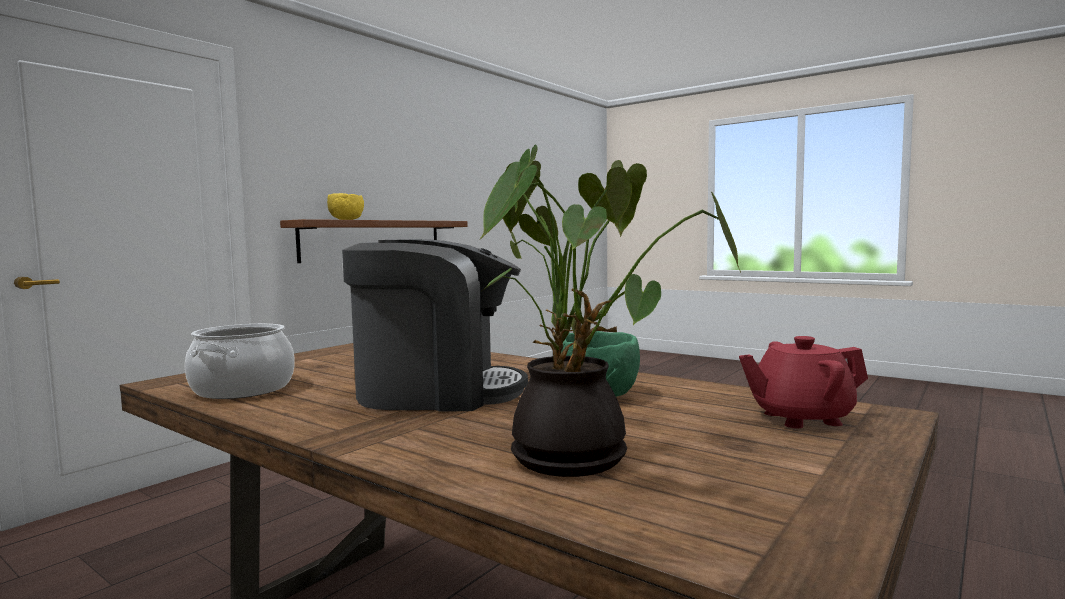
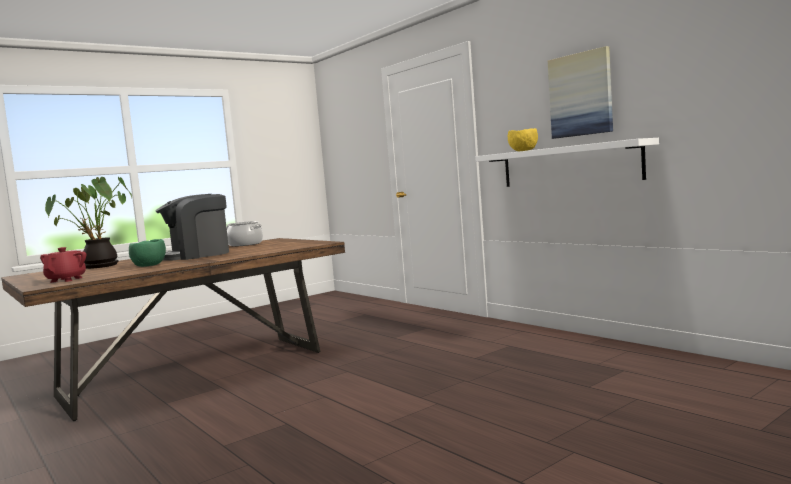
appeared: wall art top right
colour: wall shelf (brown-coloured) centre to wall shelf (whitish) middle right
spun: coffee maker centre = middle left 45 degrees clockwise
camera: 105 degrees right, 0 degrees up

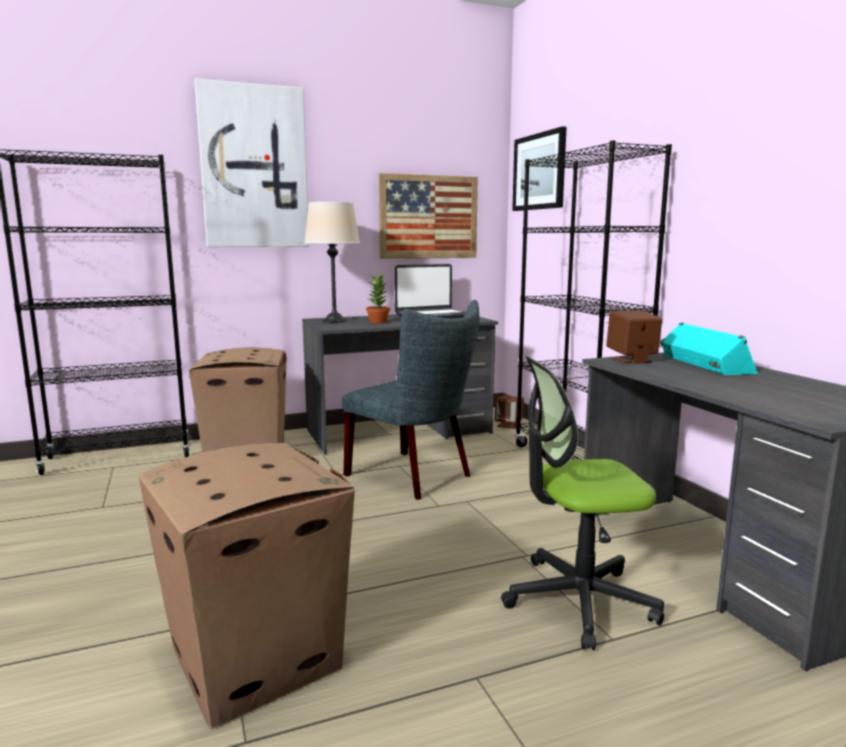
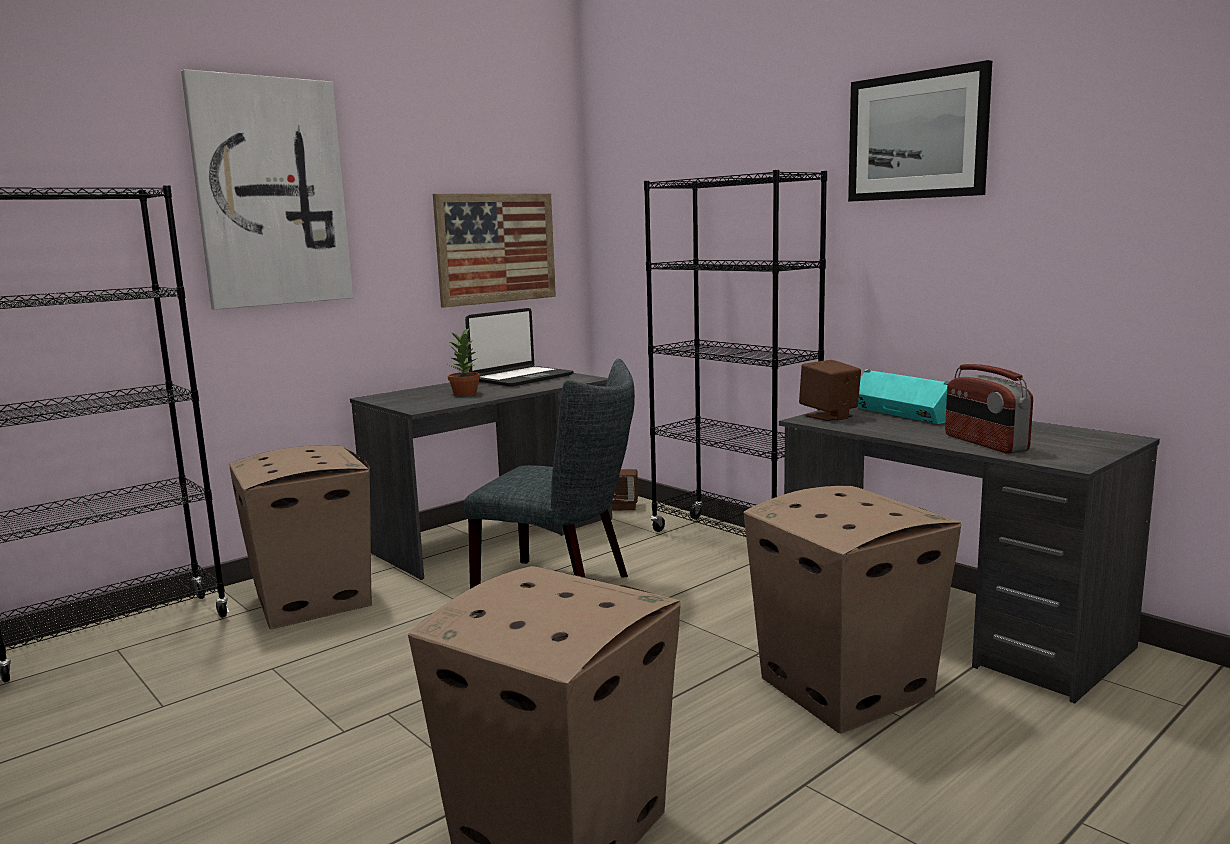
missing: table lamp (sand-coloured) centre
appeared: radio middle right
relocated: wall art (no. 3 from left) top centre to top right
exchanged: computer chair bottom right to packing box (no. 3 from left) bottom right
camera: 20 degrees left, 0 degrees up

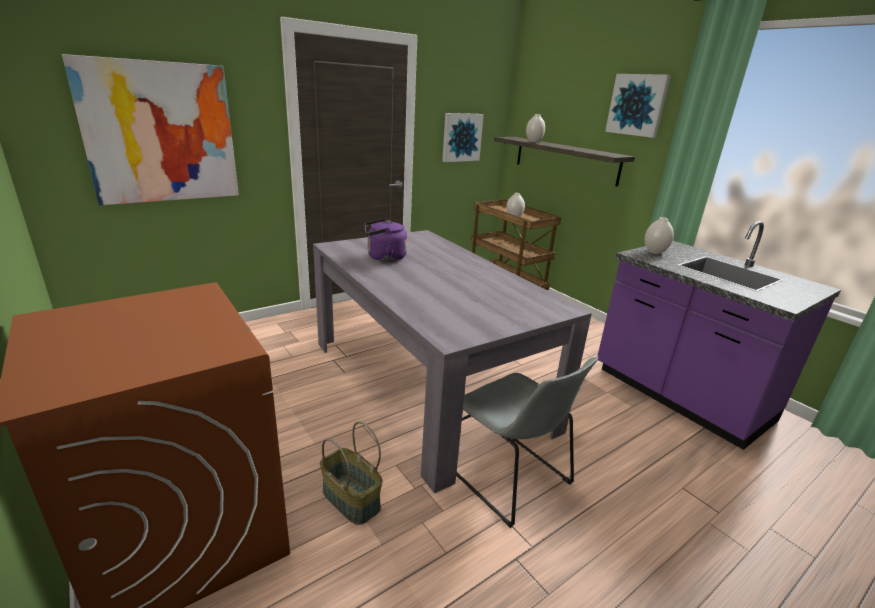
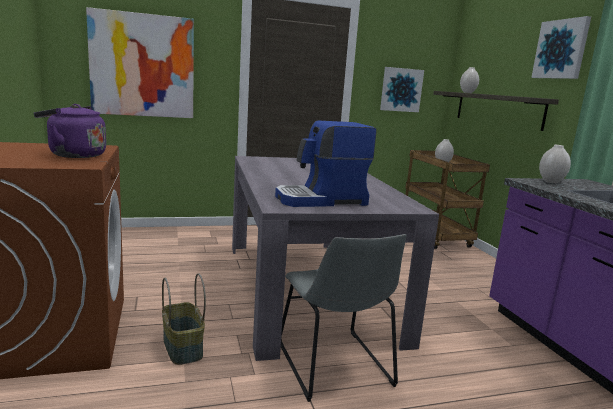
appeared: coffee maker centre
relocated: tea kettle (purple-coloured) centre to top left
camera: 20 degrees right, 10 degrees down

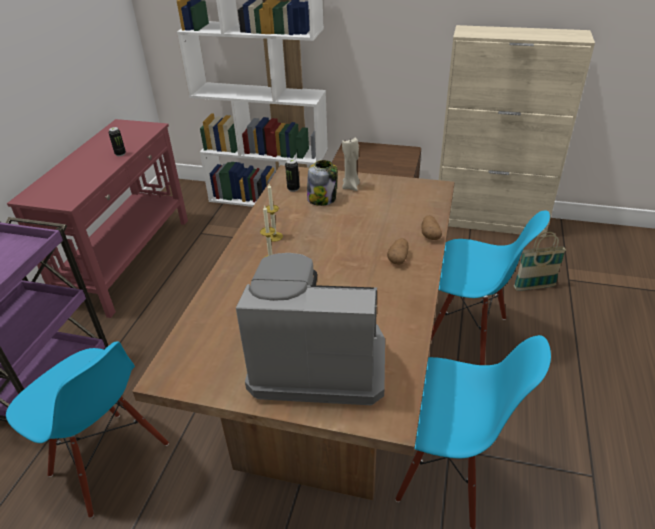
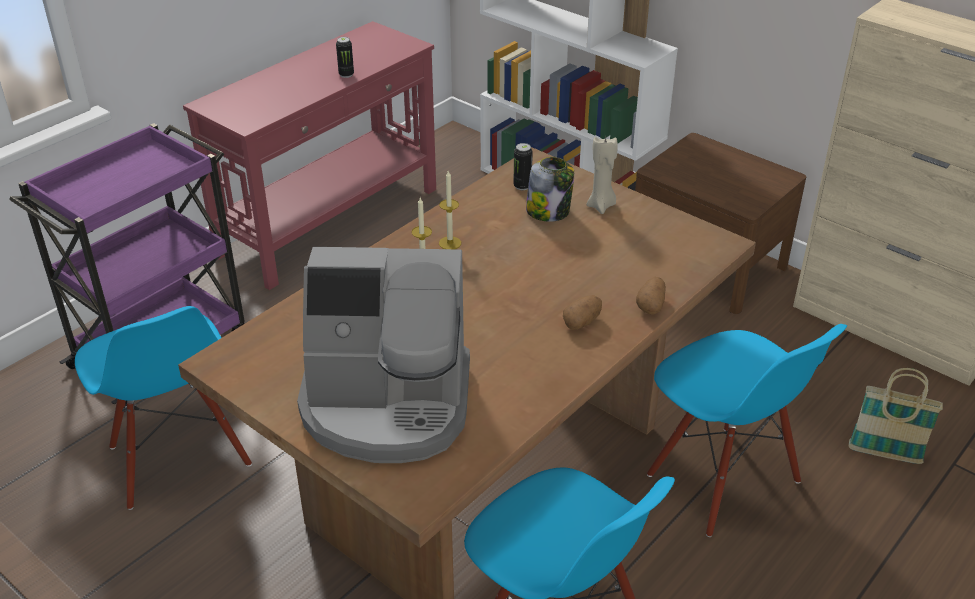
spun: coffee maker centre = centre 150 degrees clockwise
camera: 25 degrees right, 0 degrees up

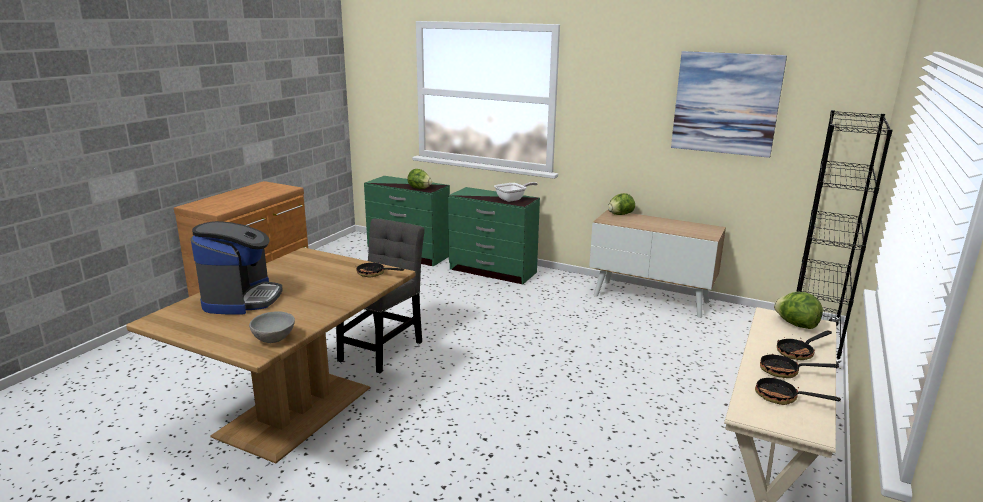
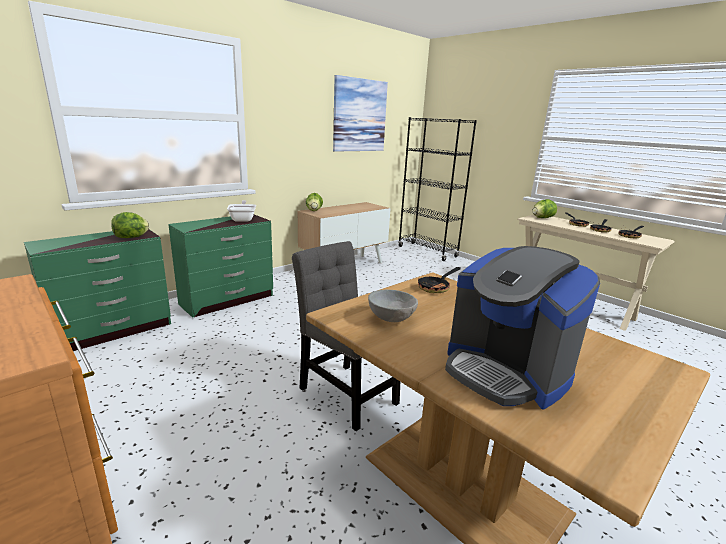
relocated: serving bowl (grey) middle left to centre
spun: coffee maker middle left = middle right 150 degrees counterclockwise
camera: 70 degrees left, 0 degrees up

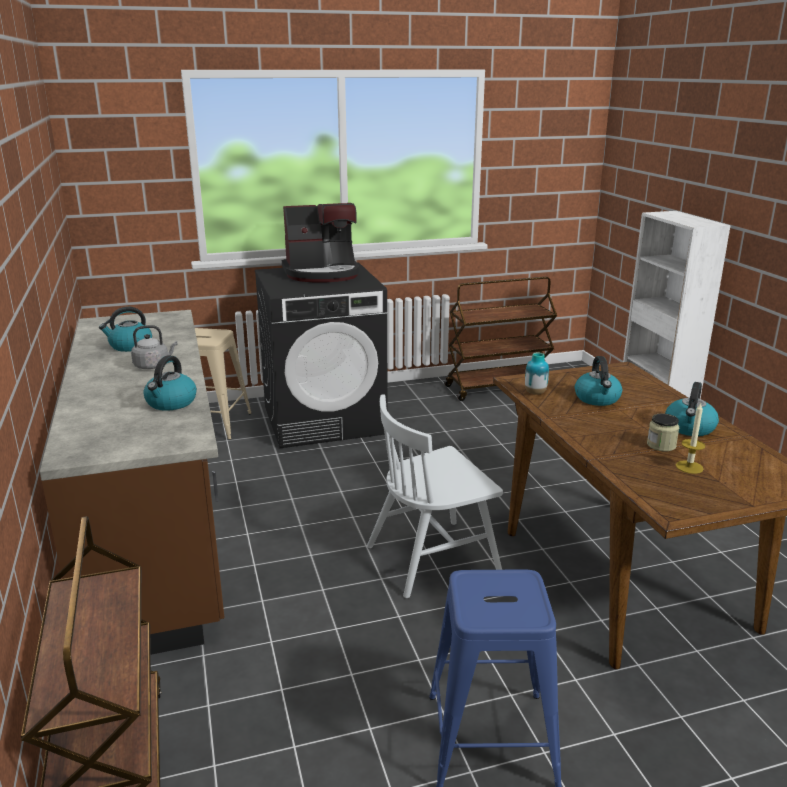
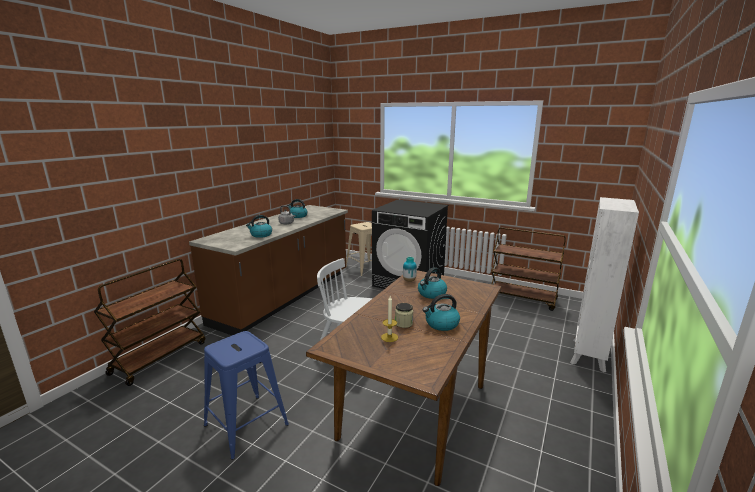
missing: coffee maker top centre
camera: 45 degrees right, 5 degrees down

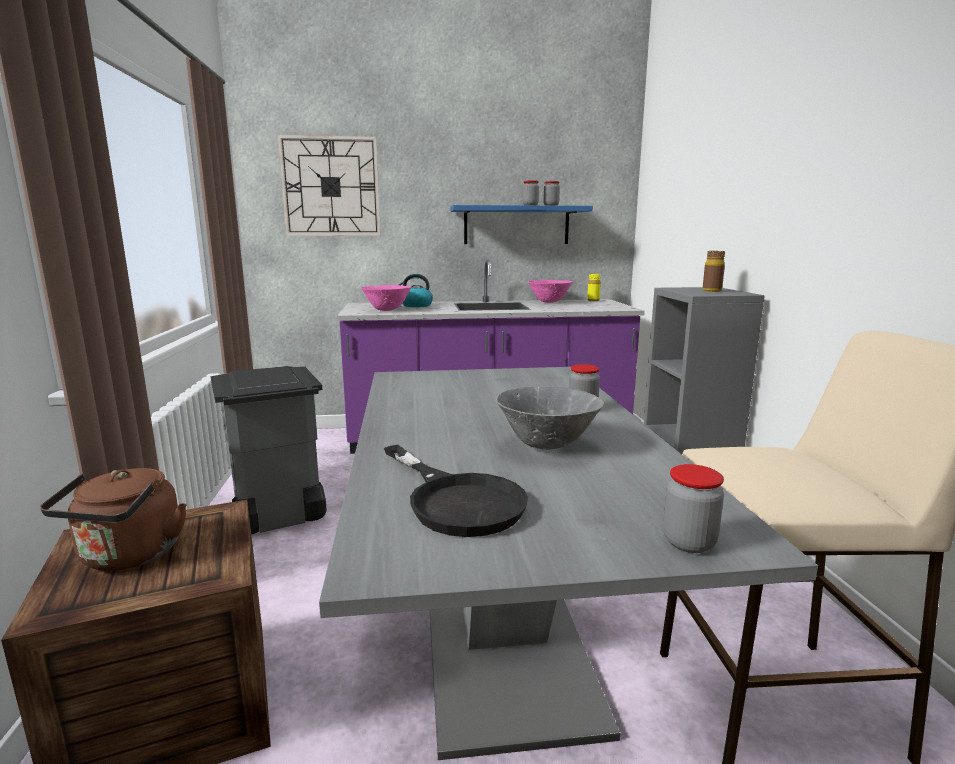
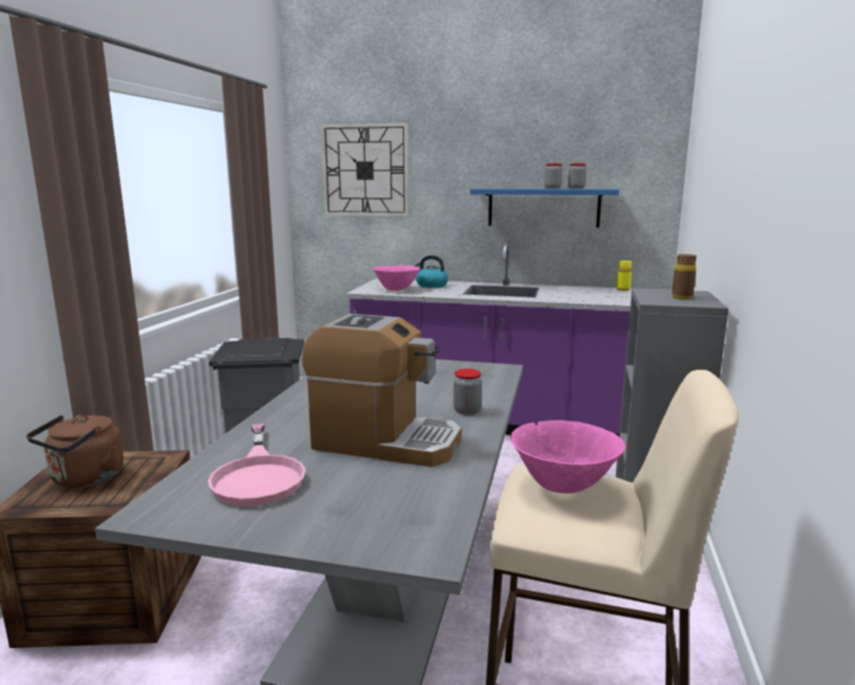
missing: storage jar (no. 4 from left) middle right
relocated: serving bowl (pink-coloured) (no. 2 from left) centre to bottom centre
exchanged: serving bowl (grey) centre to coffee maker centre
colour: pan (black-coloured) centre to pan (pink-coloured) bottom left
camera: 20 degrees right, 0 degrees up

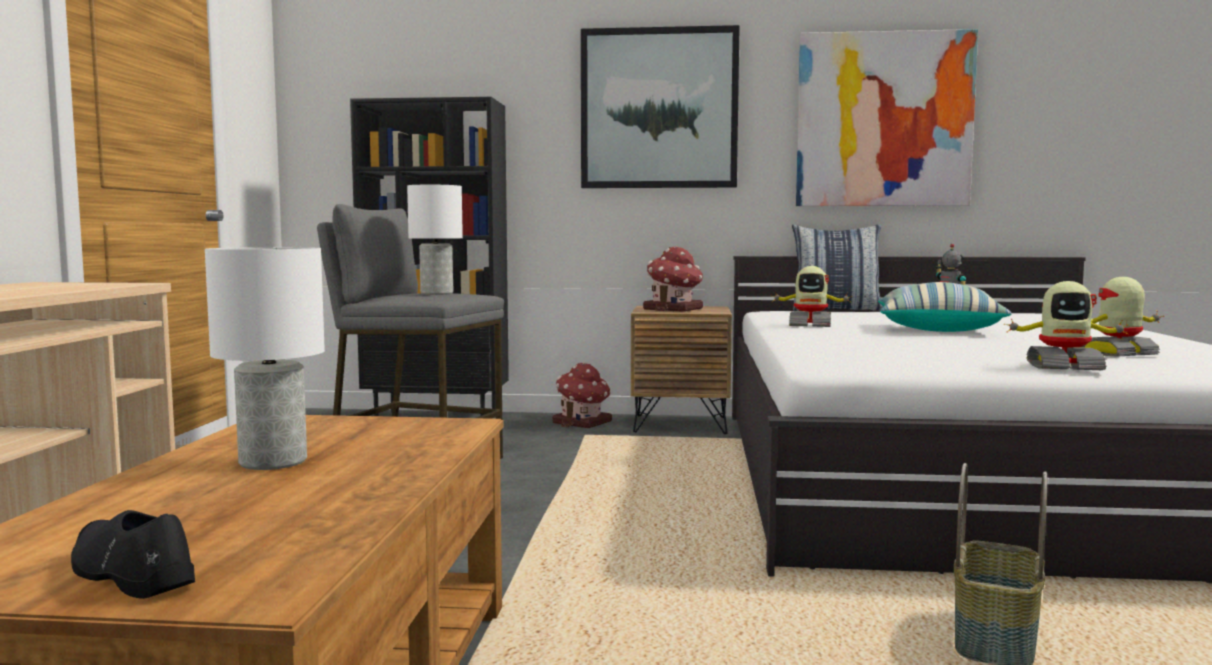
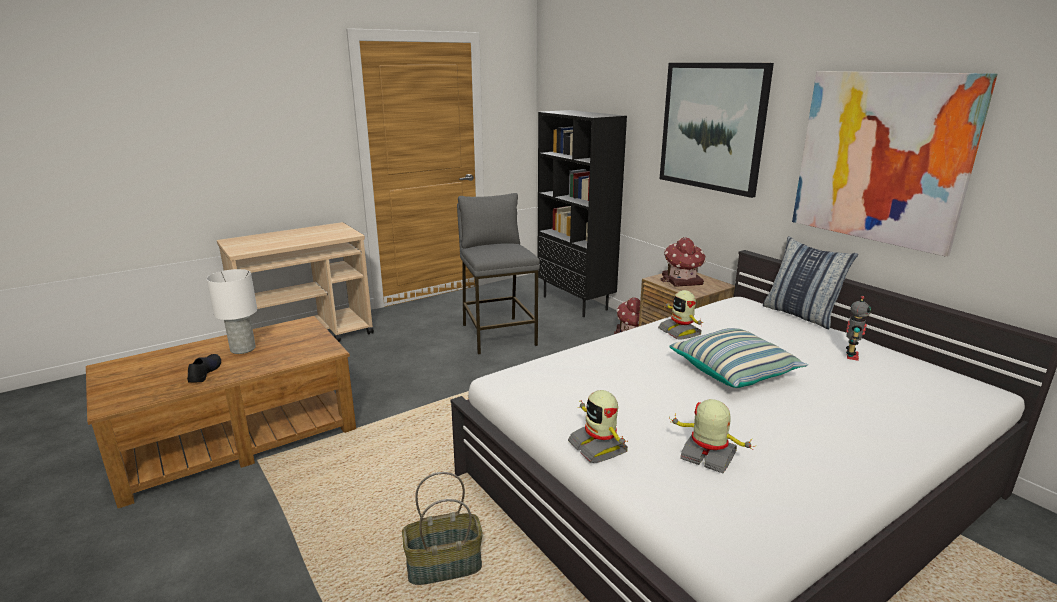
missing: table lamp (whitish) (no. 2 from left) centre
relocated: shoe (black-coloured) bottom left to middle left
camera: 50 degrees right, 15 degrees up

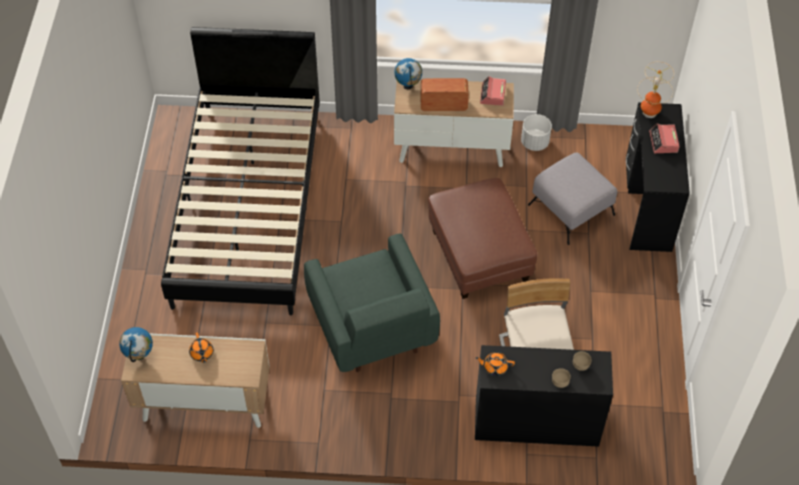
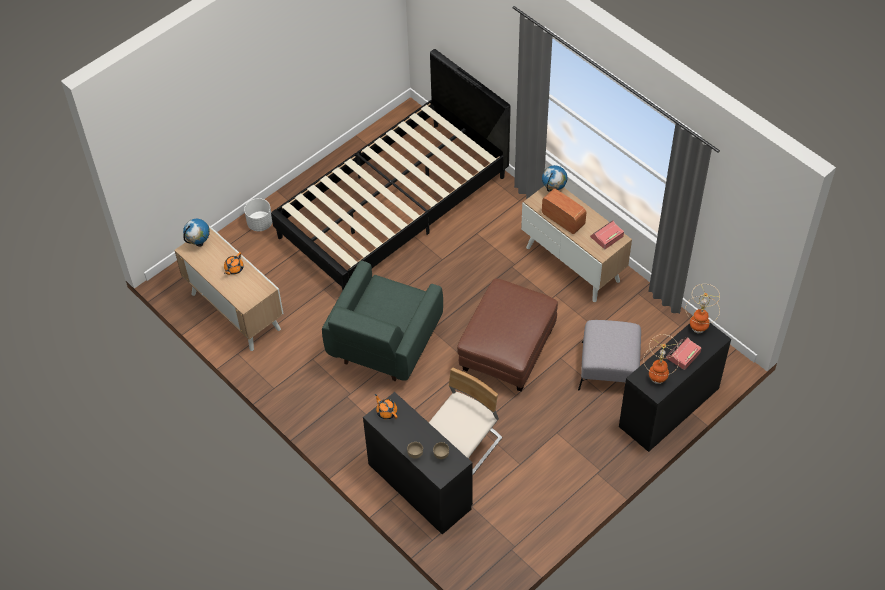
appeared: table lamp (no. 1 from left) middle right
relocated: plant pot (whitish) top right to middle left
camera: 45 degrees right, 0 degrees up

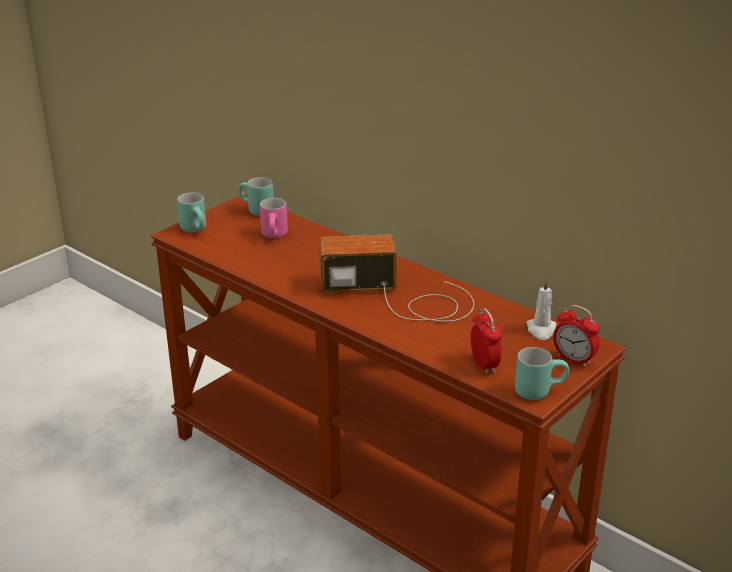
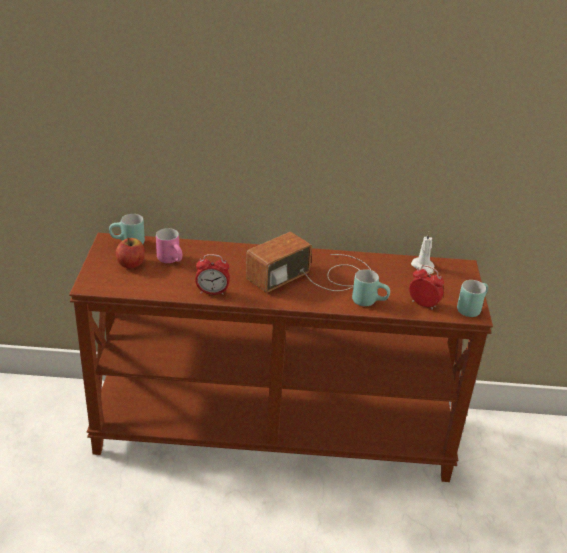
appeared: apple fruit middle left
relocated: tea mug (turquoise-coloured) (no. 1 from left in the first image) middle left to tea mug (turquoise-coloured) (no. 2 from left) centre; table clock (no. 2 from left in the first image) middle right to table clock (no. 1 from left) centre
camera: 40 degrees left, 5 degrees up

